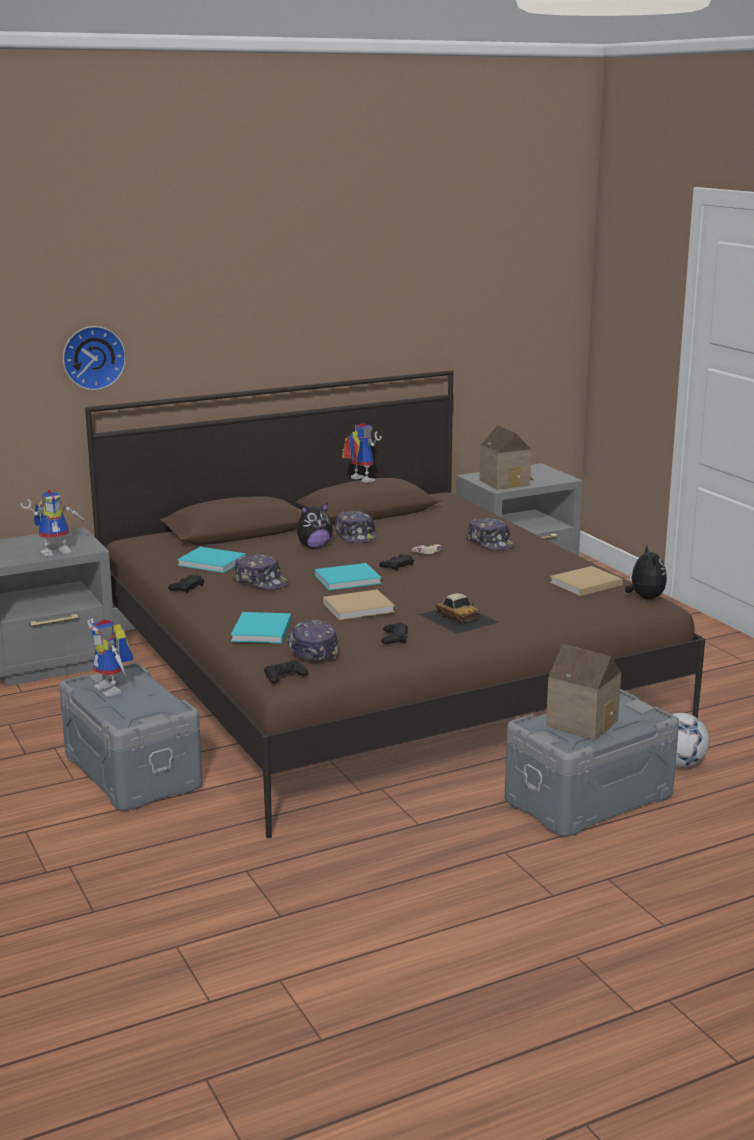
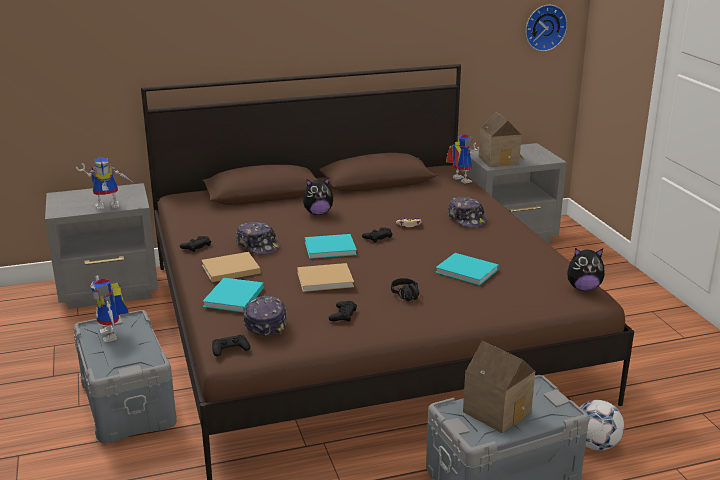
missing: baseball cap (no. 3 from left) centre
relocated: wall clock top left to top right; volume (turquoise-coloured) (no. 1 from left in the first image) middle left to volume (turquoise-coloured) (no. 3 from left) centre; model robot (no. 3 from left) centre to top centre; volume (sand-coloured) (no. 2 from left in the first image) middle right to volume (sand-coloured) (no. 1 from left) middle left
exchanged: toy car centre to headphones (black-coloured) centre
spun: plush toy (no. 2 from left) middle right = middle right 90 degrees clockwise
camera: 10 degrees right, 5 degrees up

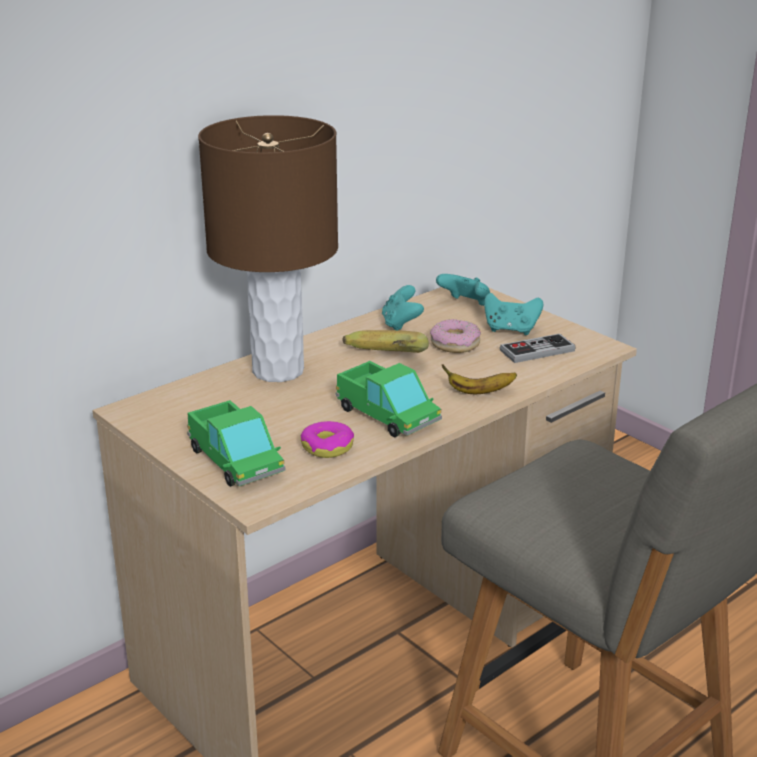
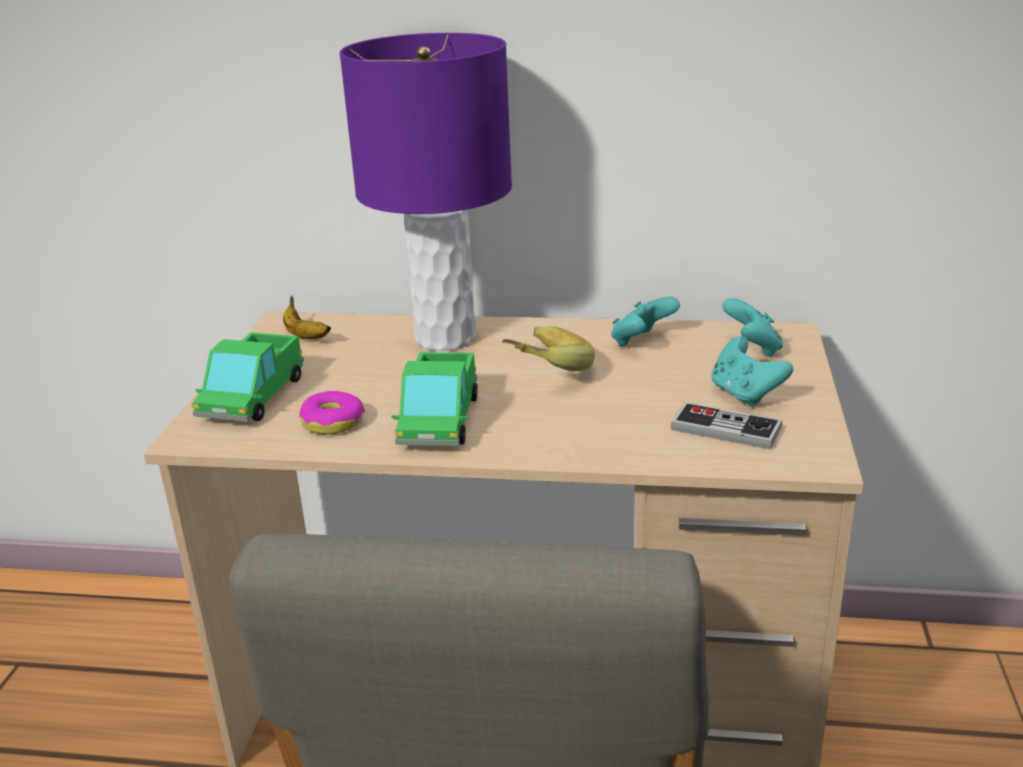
missing: ring doughnut (no. 2 from left) centre
relocated: banana fruit (no. 2 from left in the first image) centre to banana fruit (no. 1 from left) middle left
colour: table lamp (brown-coloured) top centre to table lamp (purple-coloured) top centre
camera: 50 degrees right, 0 degrees up

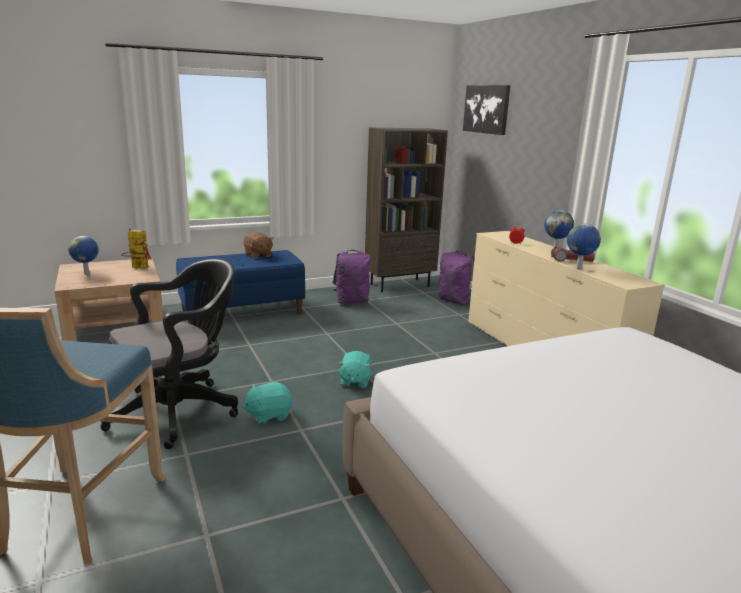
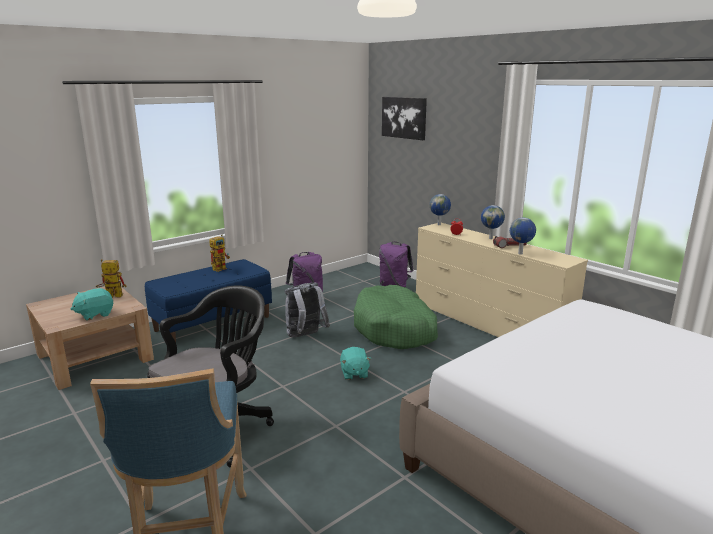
missing: bookcase (brown-coloured) centre
appeared: knapsack (grey) centre; dog cushion (green) centre
relocated: world globe (no. 1 from left) middle left to centre; plush toy (turquoise-coloured) (no. 1 from left) bottom centre to middle left
exchanged: plush toy (brown-coloured) centre to model robot (no. 2 from left) middle left
camera: 15 degrees left, 0 degrees up

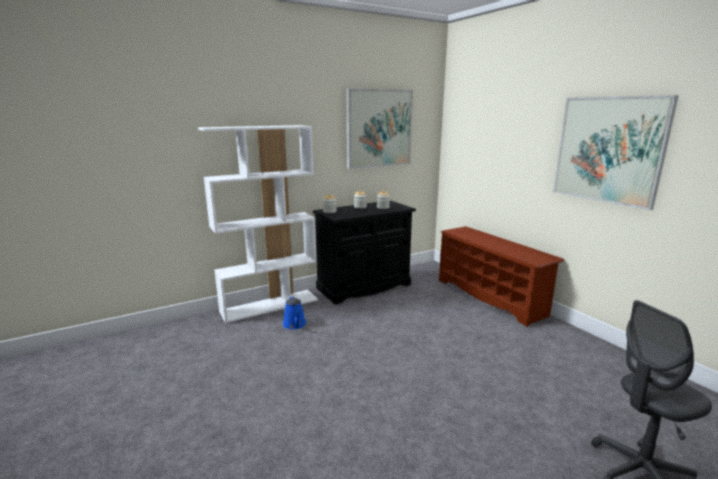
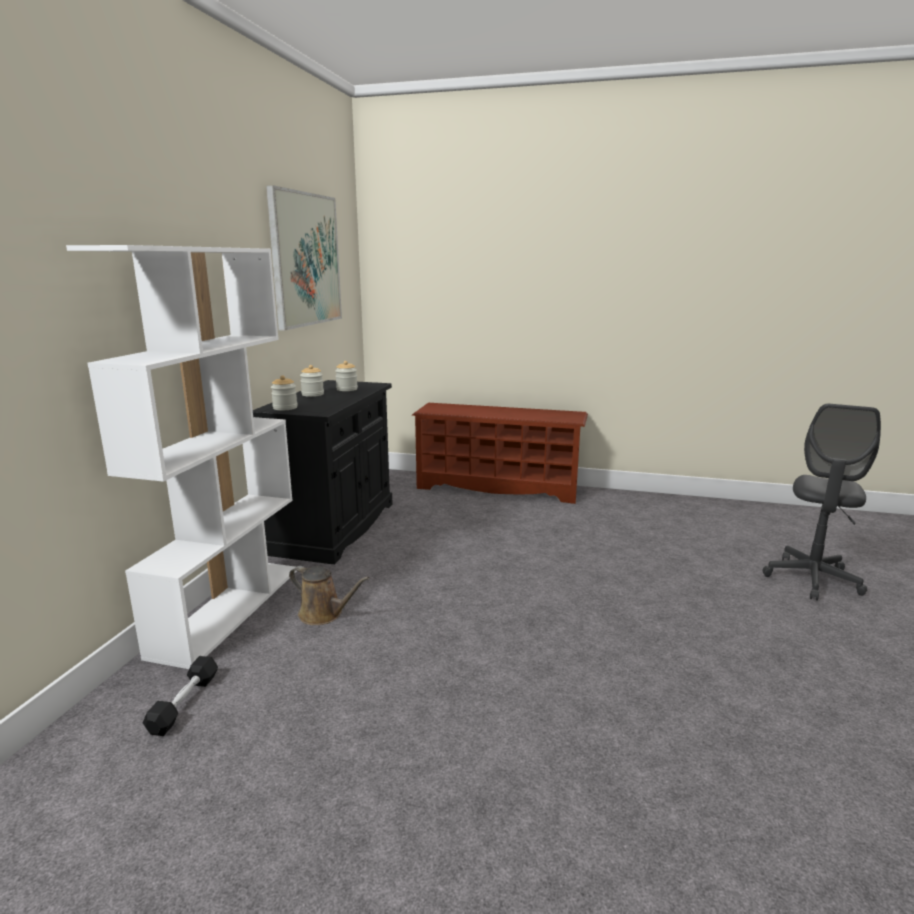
missing: wall art (no. 2 from left) top right
appeared: hand weight (black-coloured) bottom left
colour: watering can (bluish) centre to watering can (brown-coloured) centre
camera: 45 degrees left, 0 degrees up

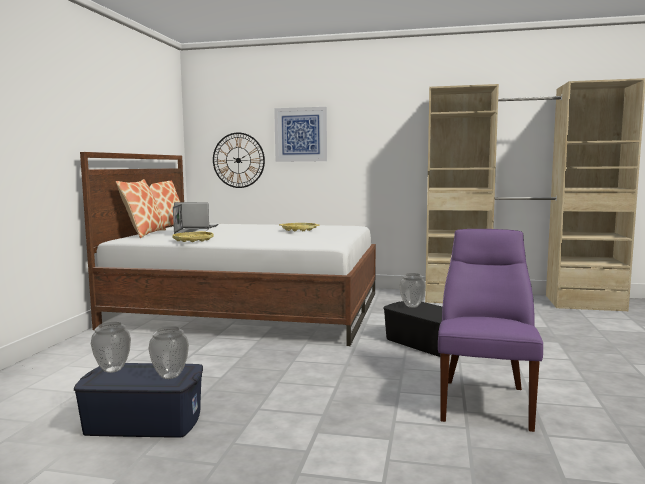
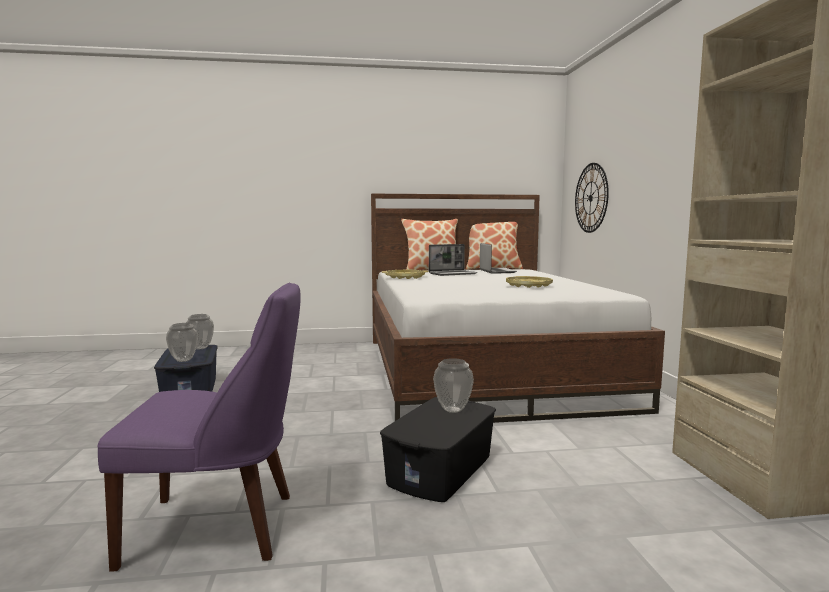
missing: wall art top centre
camera: 70 degrees right, 0 degrees up

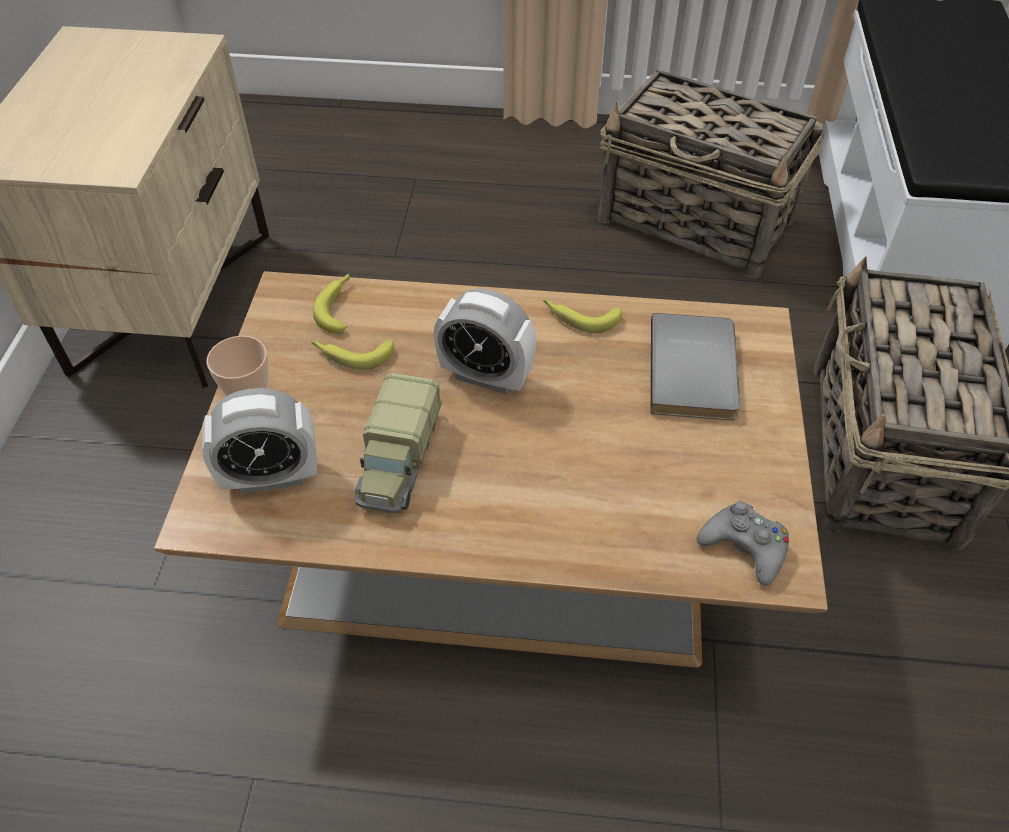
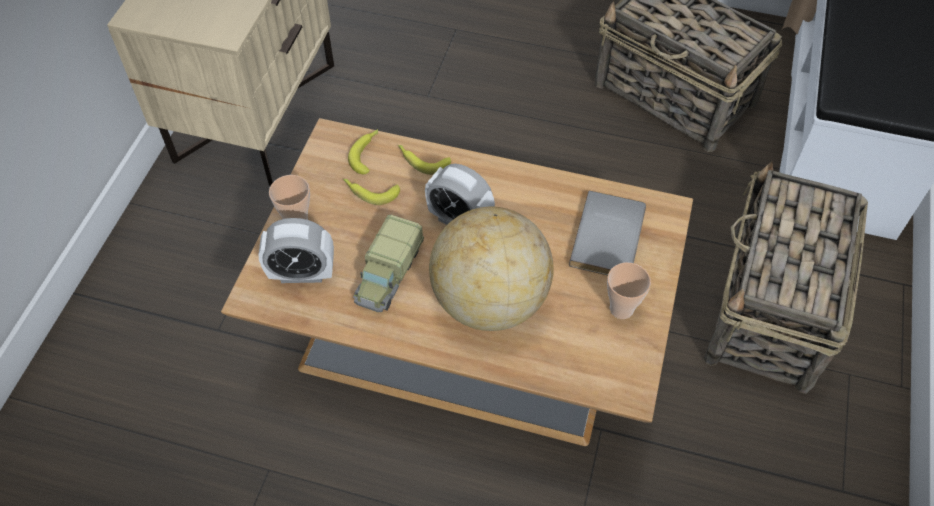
missing: joypad (grey) middle right
appeared: world globe centre; drinking cup (no. 2 from left) middle right
relocated: banana fruit (no. 3 from left) centre to top centre
camera: 10 degrees right, 5 degrees up

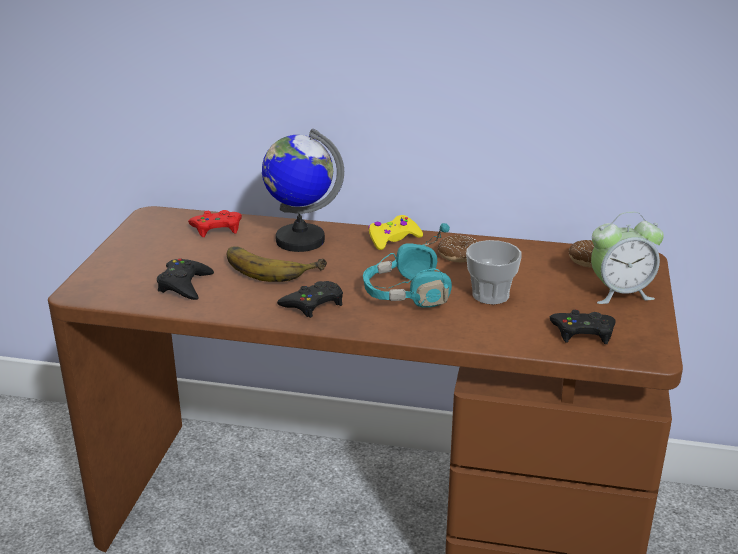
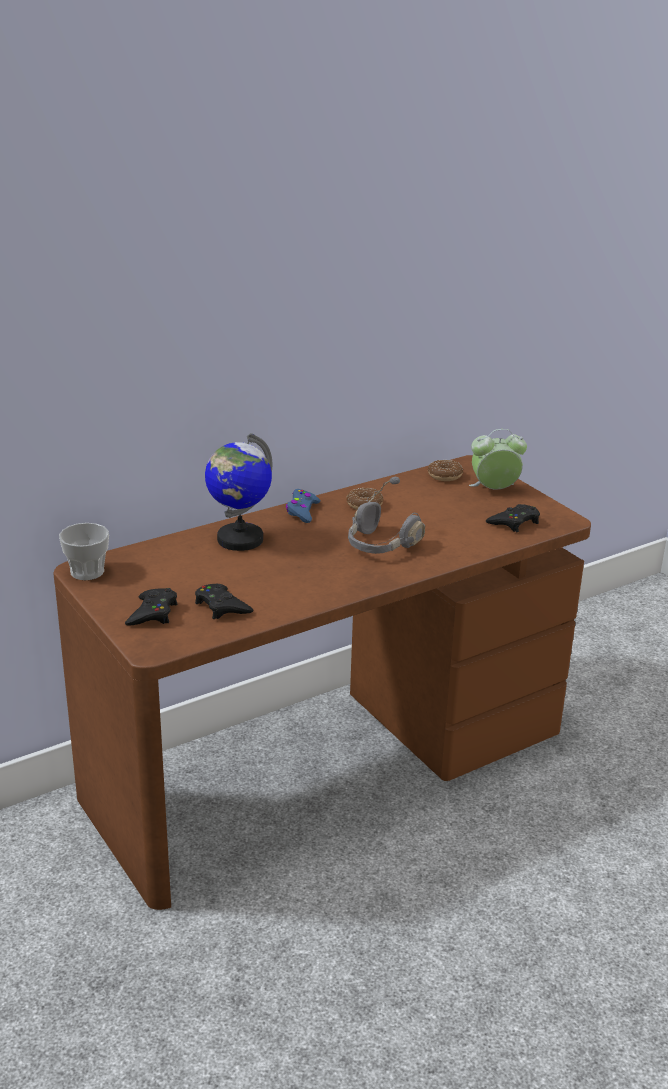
missing: joypad (red-coloured) middle left; banana fruit centre
relocated: joypad (black-coloured) (no. 2 from left in the first image) centre to joypad (black-coloured) (no. 1 from left) middle left; drinking cup middle right to middle left
colour: headphones (turquoise-coloured) centre to headphones (grey) centre; joypad (yellowish) centre to joypad (bluish) centre
spun: table clock middle right = middle right 135 degrees counterclockwise
camera: 45 degrees left, 0 degrees up

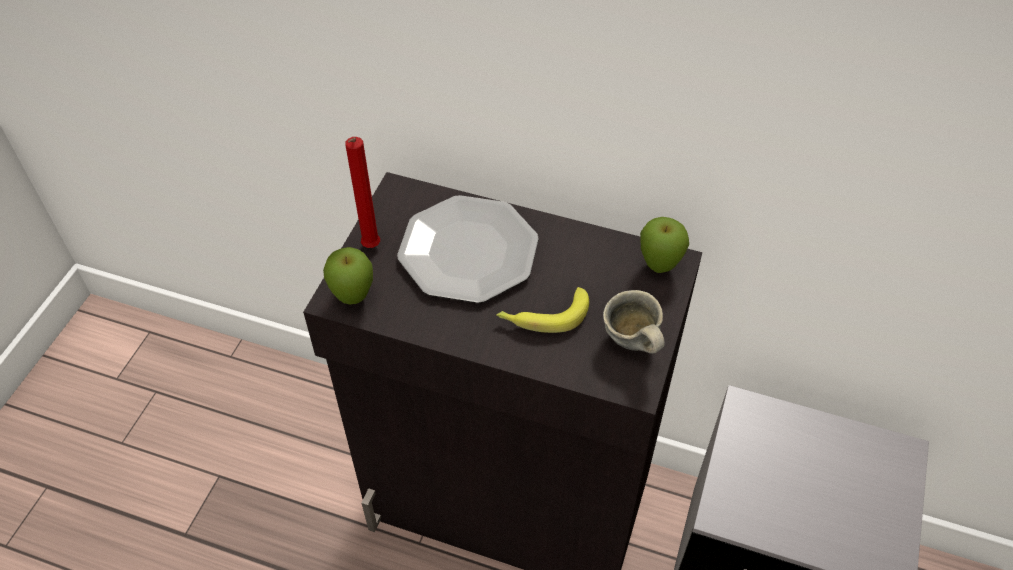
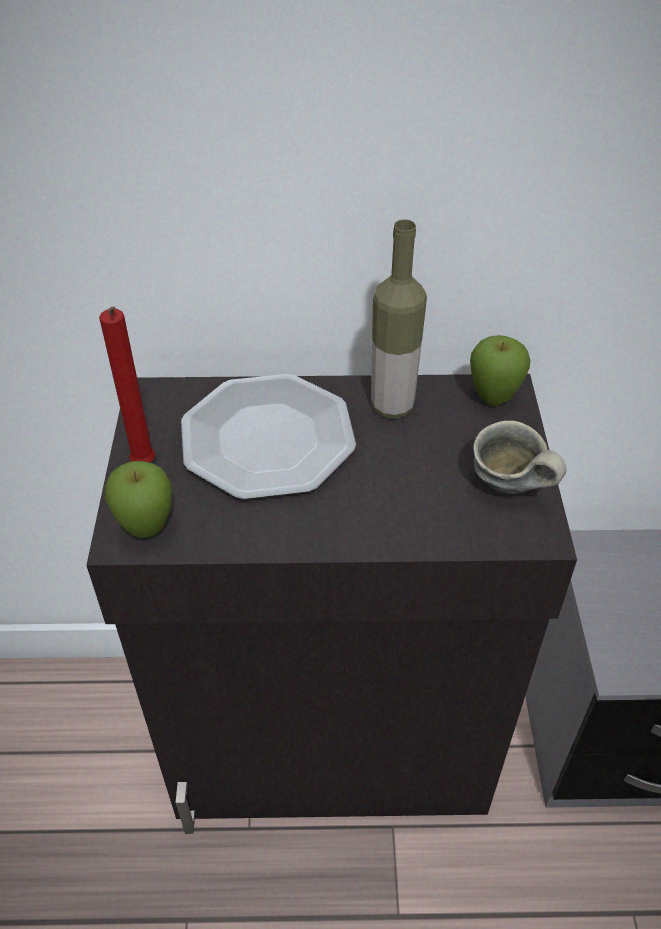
missing: banana fruit centre
appeared: drink bottle centre
camera: 20 degrees left, 5 degrees down

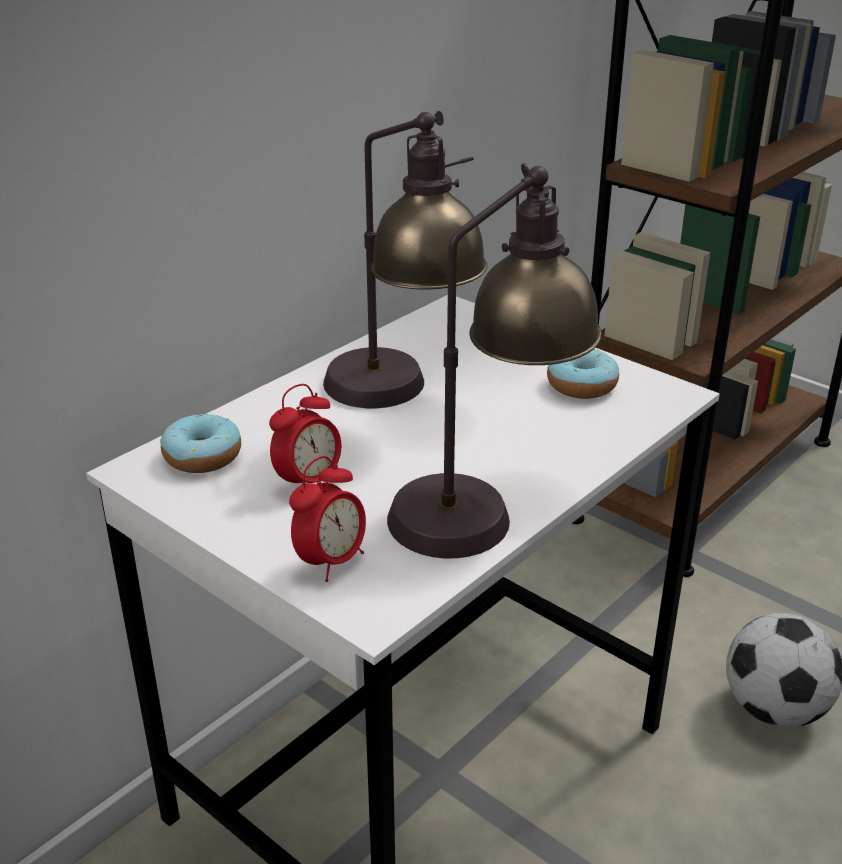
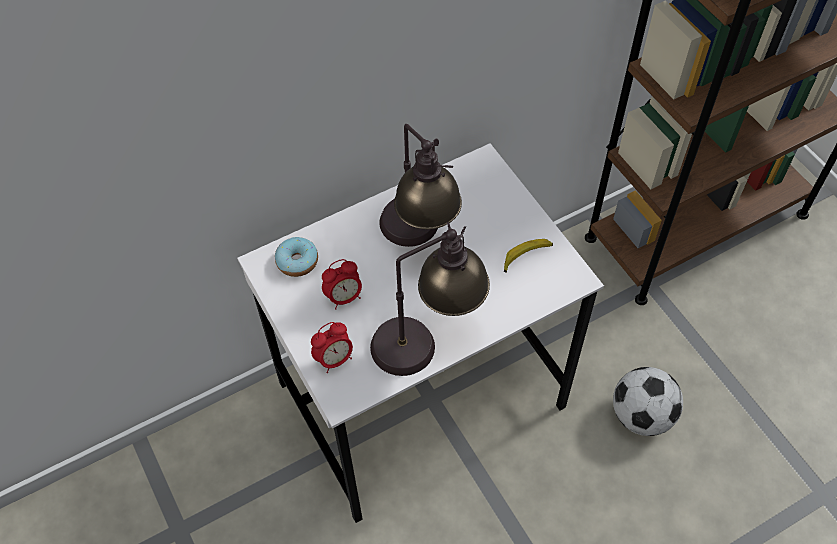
exchanged: ring doughnut (no. 2 from left) middle right to banana fruit centre
camera: 20 degrees right, 25 degrees up

